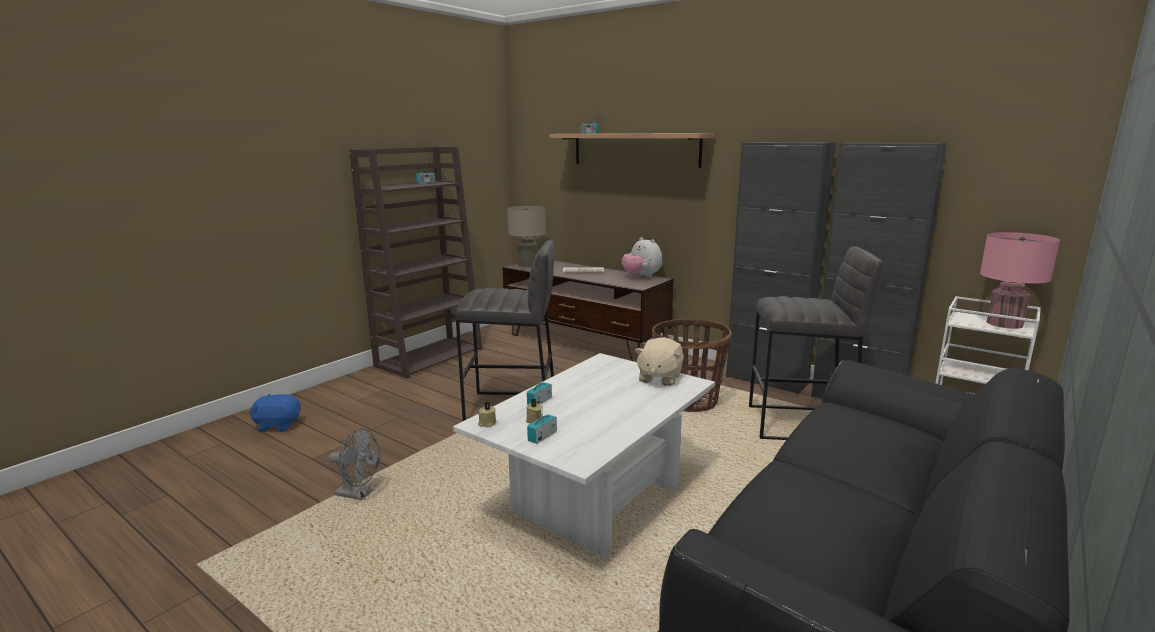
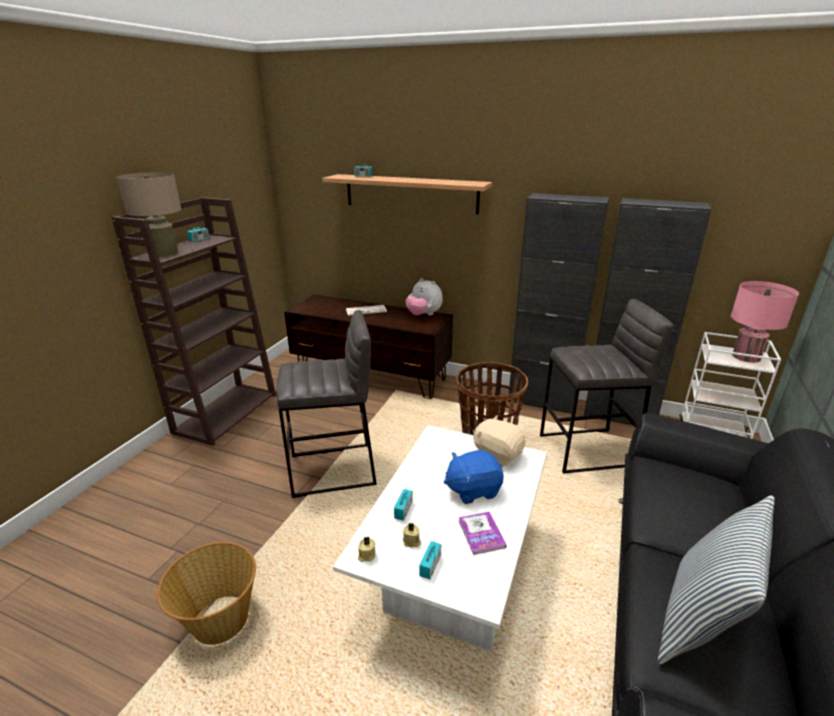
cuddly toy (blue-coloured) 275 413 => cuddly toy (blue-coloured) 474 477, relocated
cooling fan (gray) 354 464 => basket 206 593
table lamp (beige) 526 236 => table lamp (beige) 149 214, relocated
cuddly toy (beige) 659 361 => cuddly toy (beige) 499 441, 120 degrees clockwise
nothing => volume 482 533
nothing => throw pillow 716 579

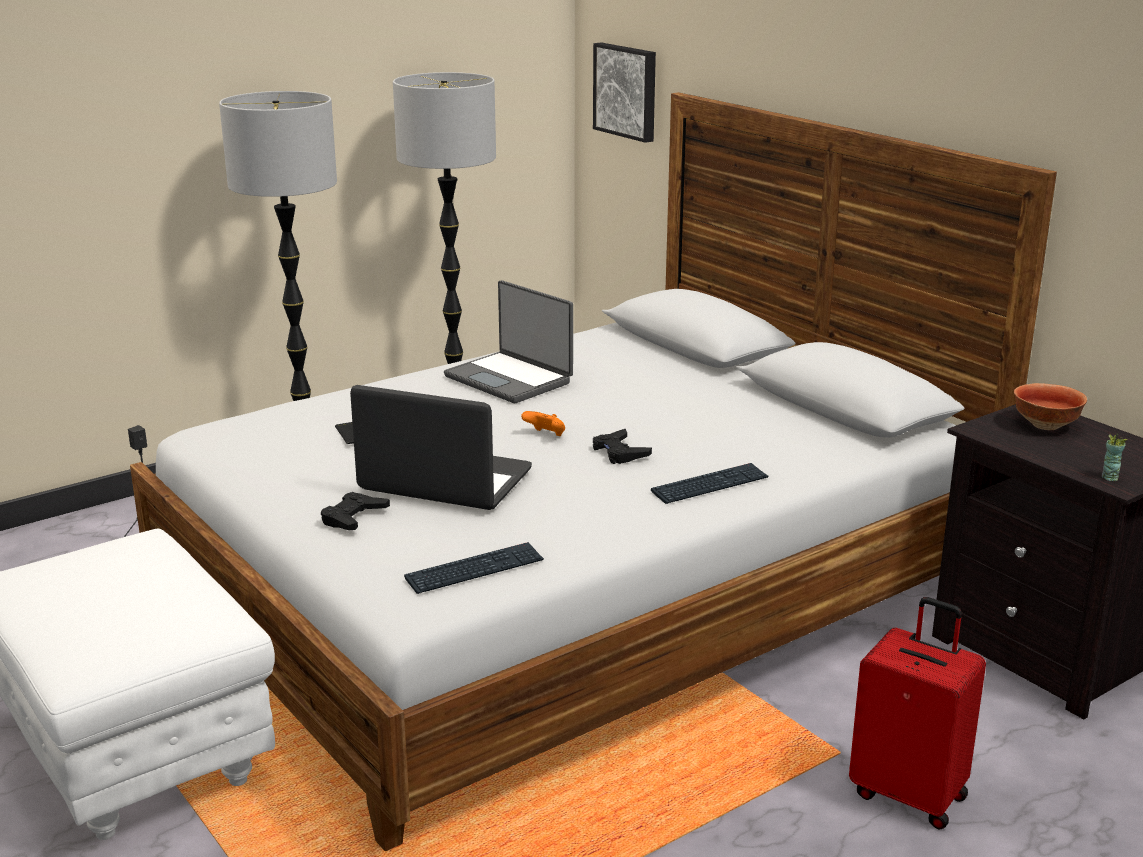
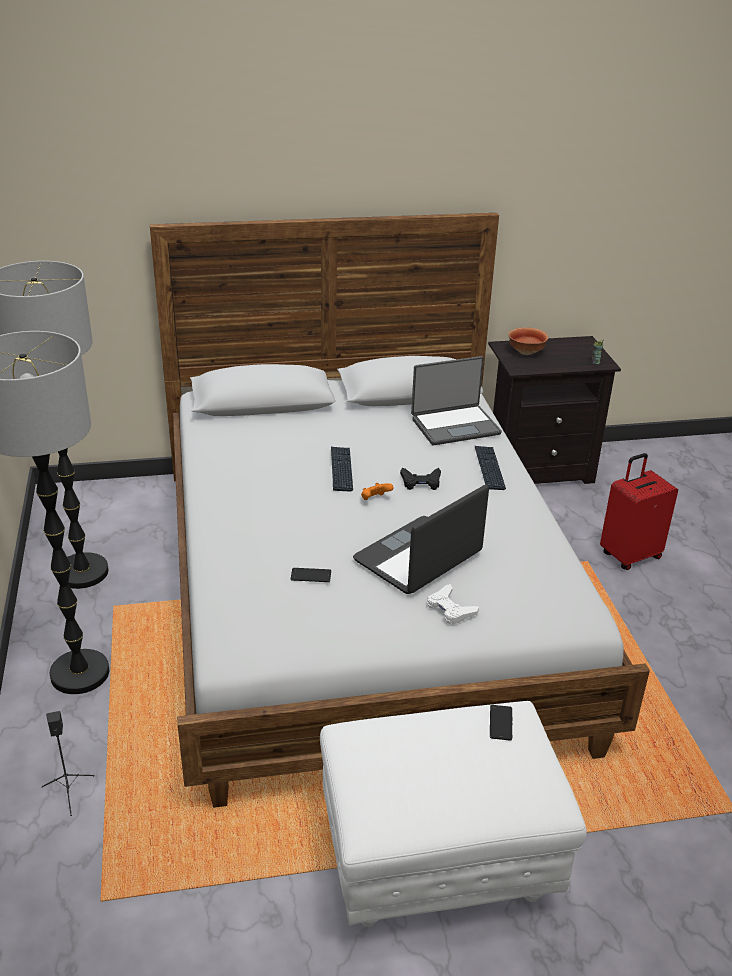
gamepad (black-coloured) 355 511 => gamepad (white-coloured) 453 604
computer keyboard 474 568 => computer keyboard 342 469, relocated
notebook computer 508 341 => notebook computer 456 400, relocated
wall art 624 92 => nothing
nothing => handset 501 723

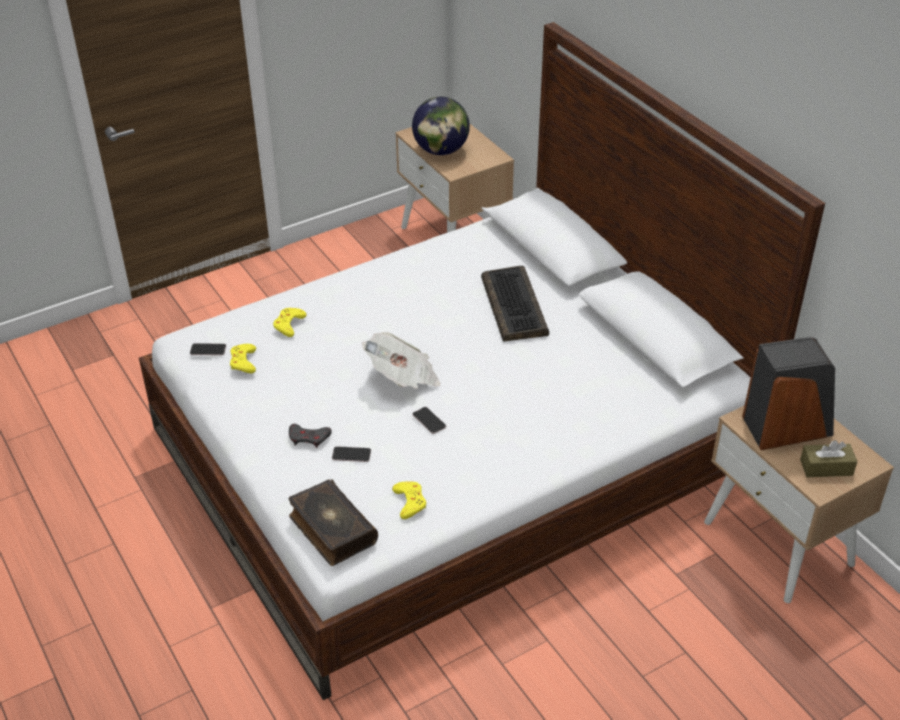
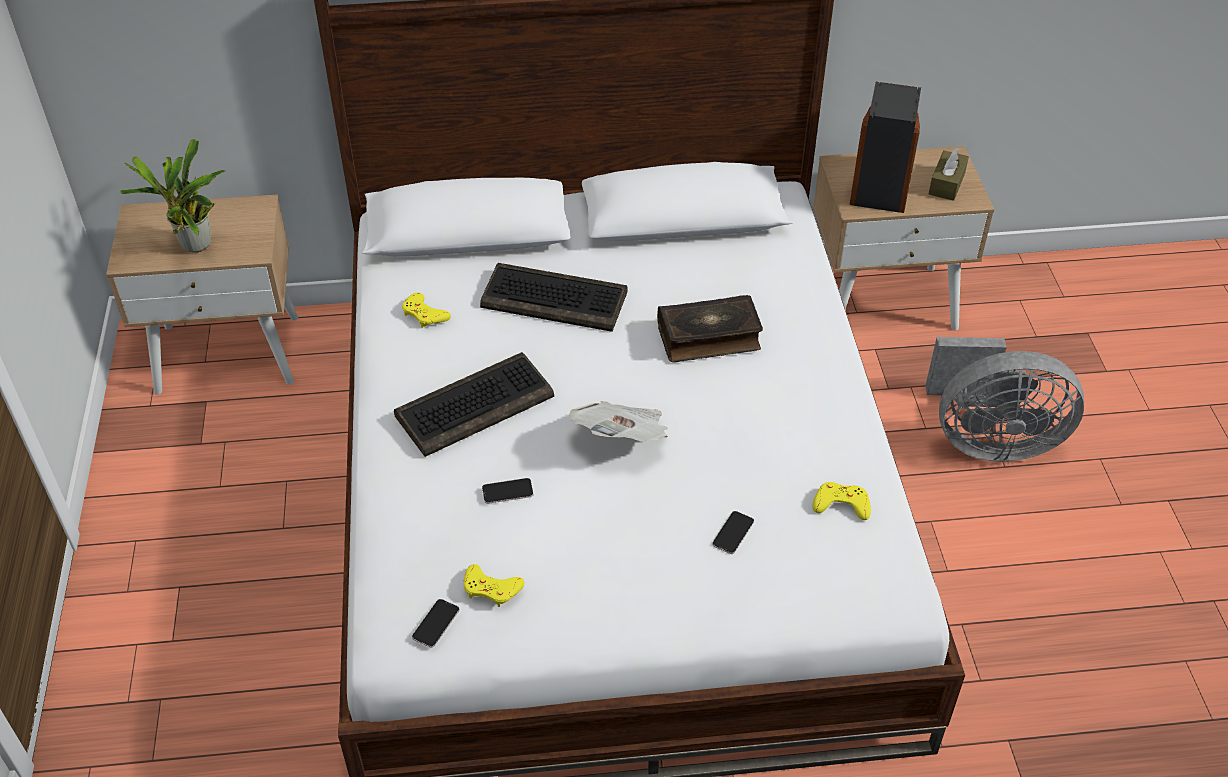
gamepad (yellowish) 290 322 => gamepad (yellowish) 426 310, relocated
volume 333 522 => volume 710 329, relocated
gamepad (gray) 310 436 => nothing
desk globe 441 126 => plant in a pot 172 196
handset 429 420 => handset 508 491, relocated
nothing => computer keyboard 474 404
nothing => cooling fan (gray) 1004 399

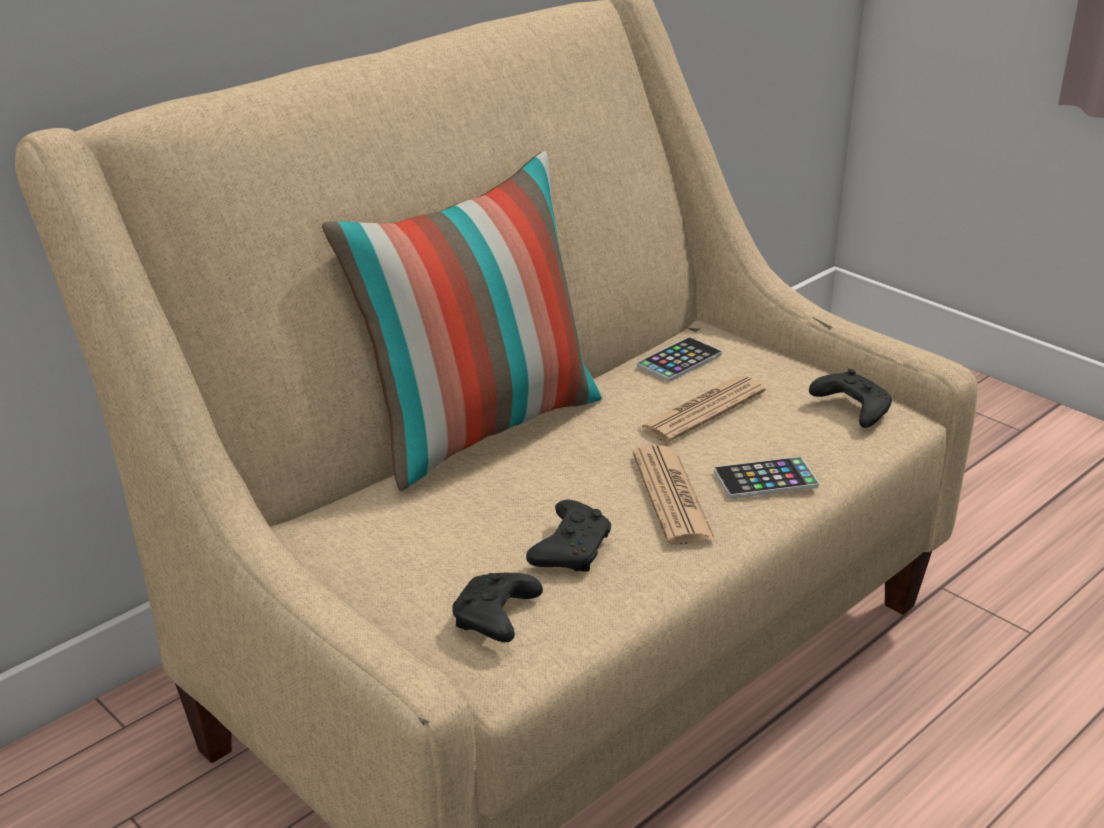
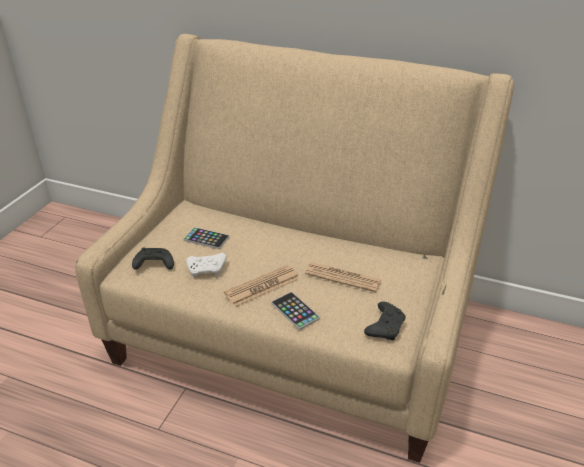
throw pillow 462 321 => nothing
gamepad (black-coloured) 568 536 => gamepad (white-coloured) 206 265
handset 679 359 => handset 206 238, relocated

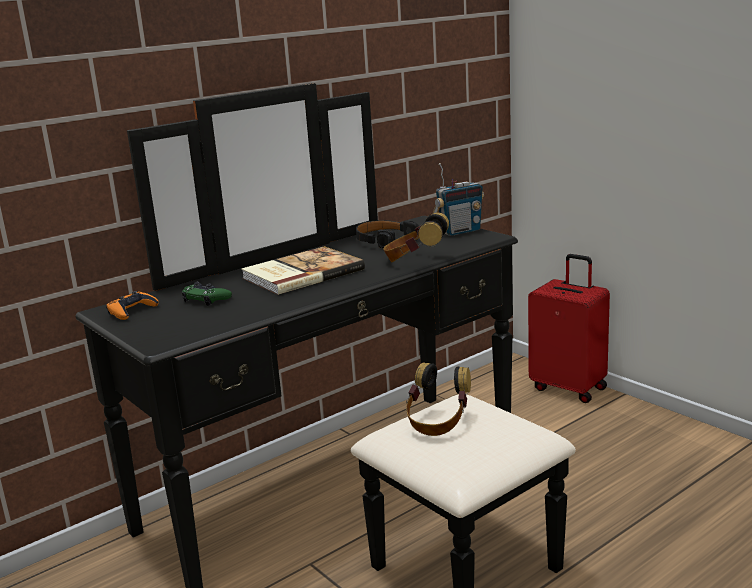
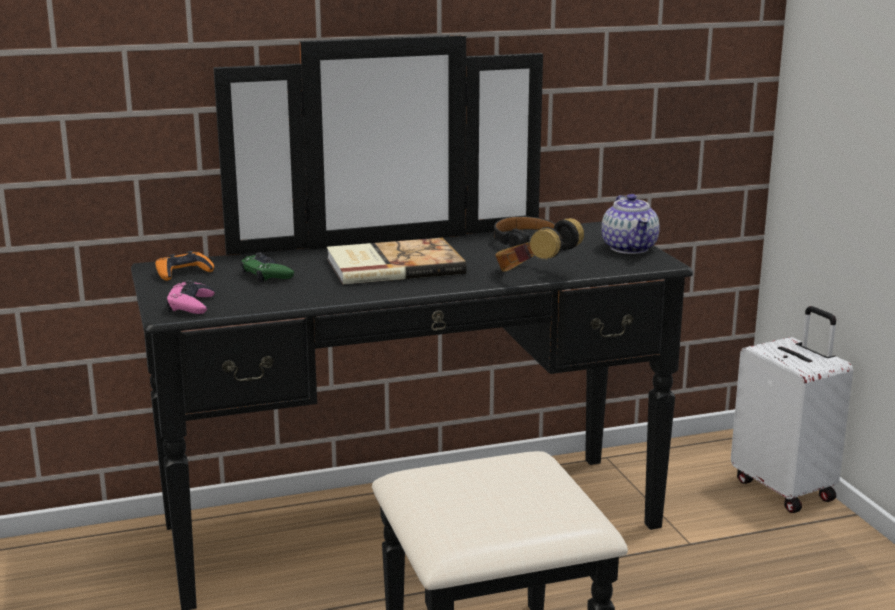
headset 438 399 => nothing
radio set 458 199 => tea pot 631 224
piece of luggage (red-coloured) 569 328 => piece of luggage (white-coloured) 792 409
nothing => gamepad (pinkish) 190 297

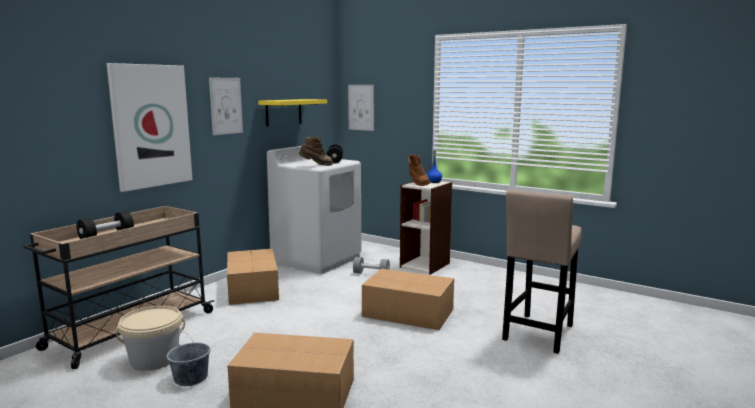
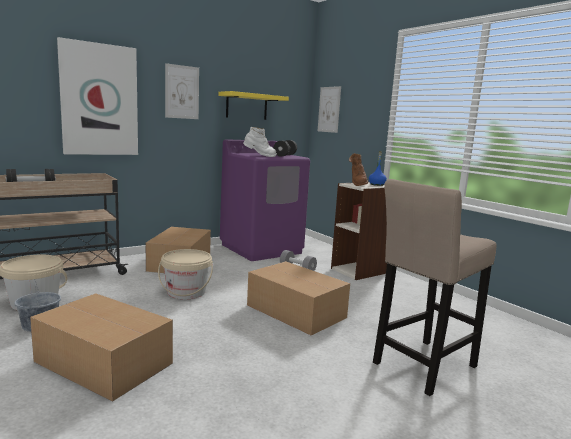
laundry machine (white-coloured) 314 210 => laundry machine (purplish) 265 200
boot (brown) 316 151 => boot (white-coloured) 260 141
nothing => water bucket (beige) 185 274

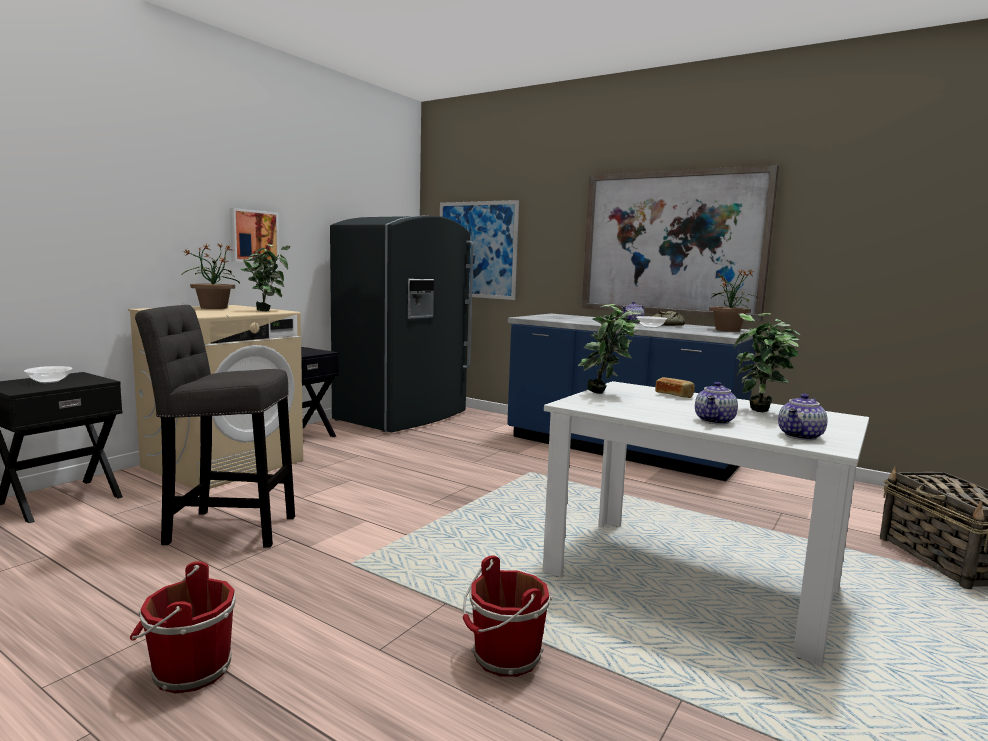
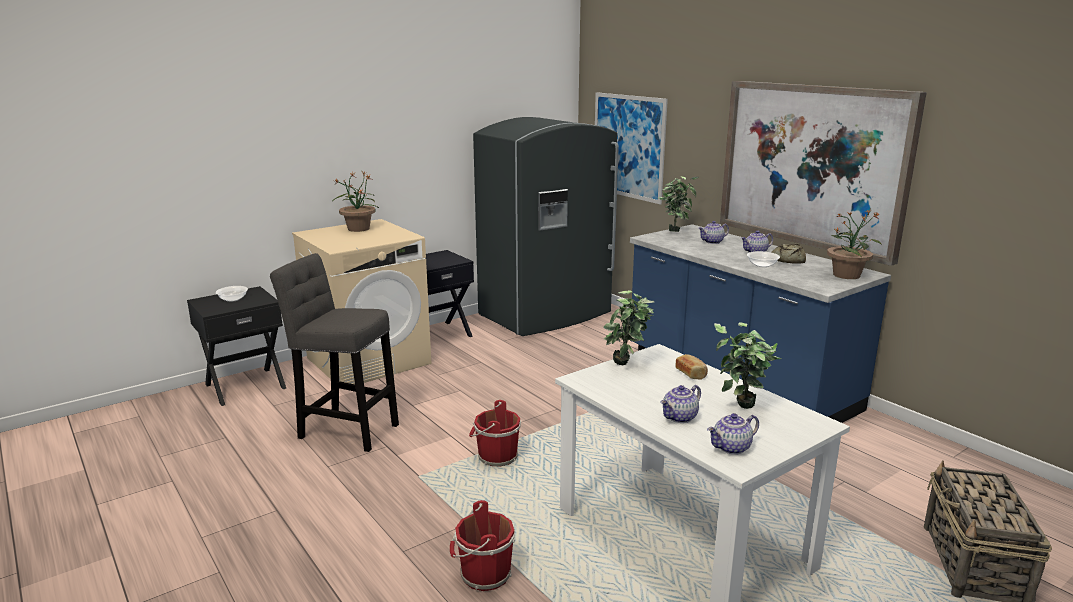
water bucket (red-coloured) 183 627 => water bucket (red-coloured) 495 433, relocated
wall art 255 235 => nothing
plant in a pot 265 277 => plant in a pot 679 204, relocated
nothing => tea pot 713 232

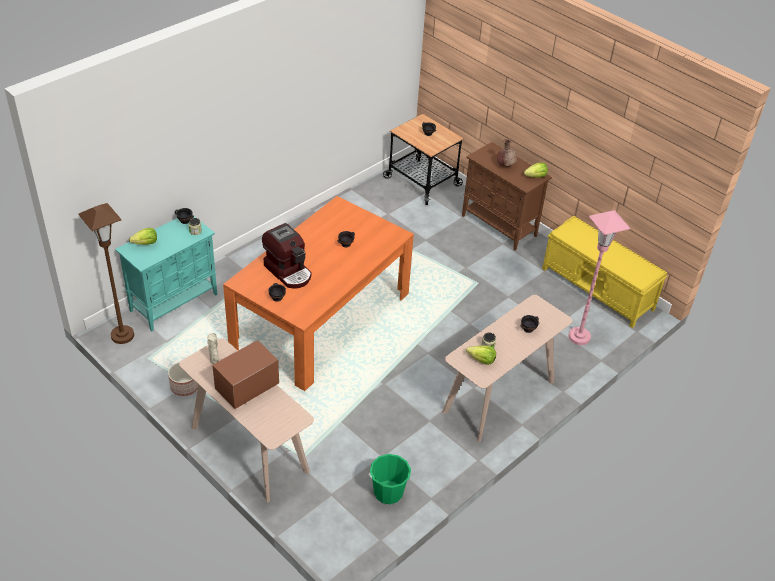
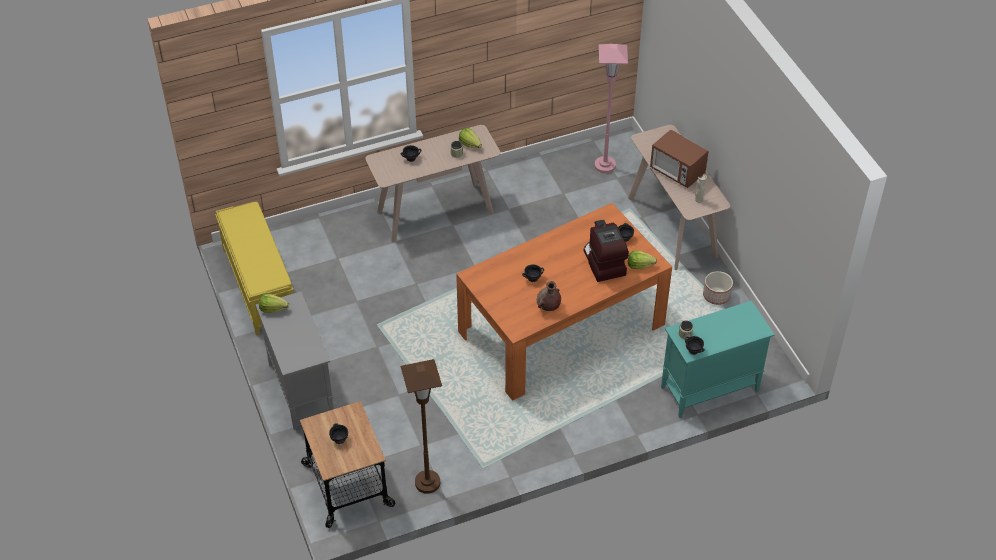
standard lamp (brown) 106 273 => standard lamp (brown) 421 426, relocated
lettuce 143 236 => lettuce 642 259, relocated
microwave oven 245 374 => microwave oven 679 158, 60 degrees clockwise
water bucket (green) 390 479 => nothing
cupboard (brown) 507 196 => cupboard (gray) 295 361
flower vase (brown) 507 153 => flower vase (brown) 549 296, relocated
standard lamp (pinkish) 600 277 => standard lamp (pinkish) 611 108, relocated

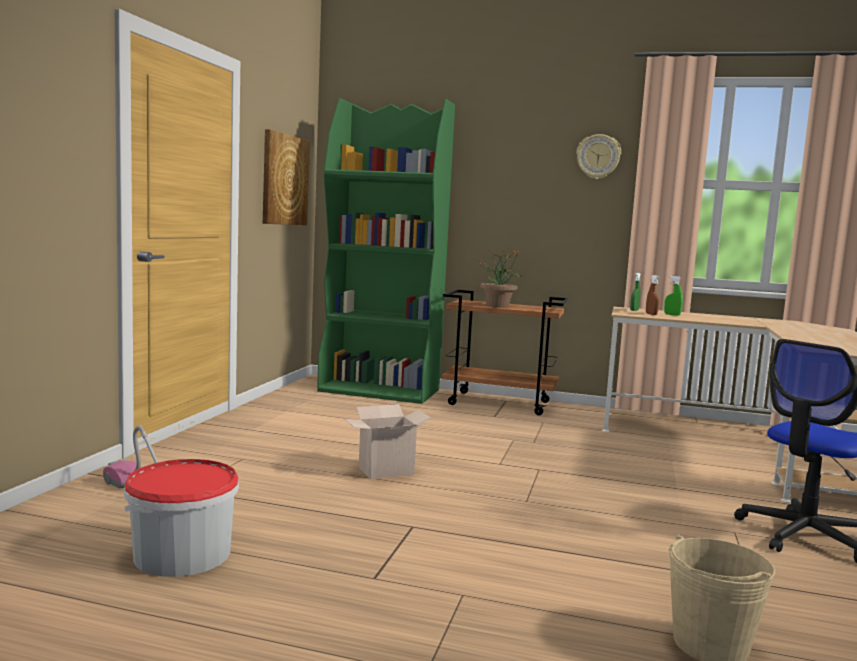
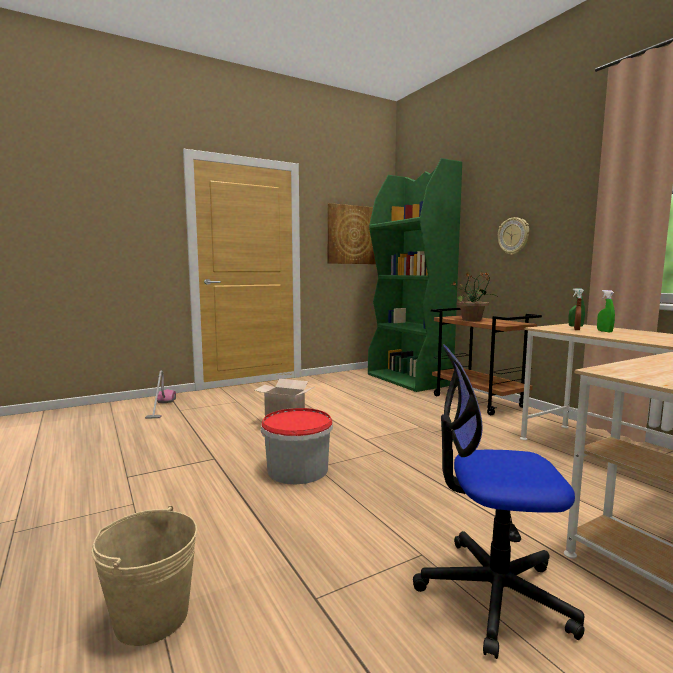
water bucket 181 518 => water bucket 297 446, relocated
wall clock 598 156 => wall clock 513 236, relocated

